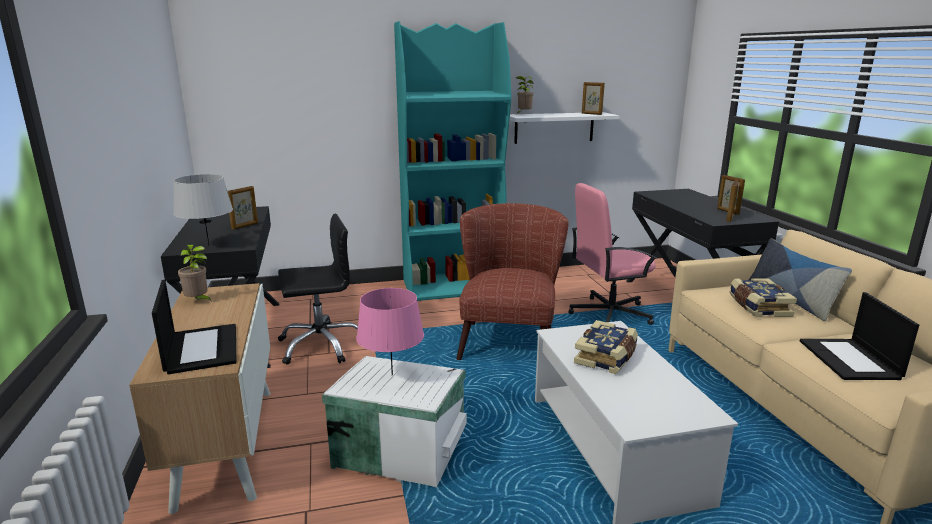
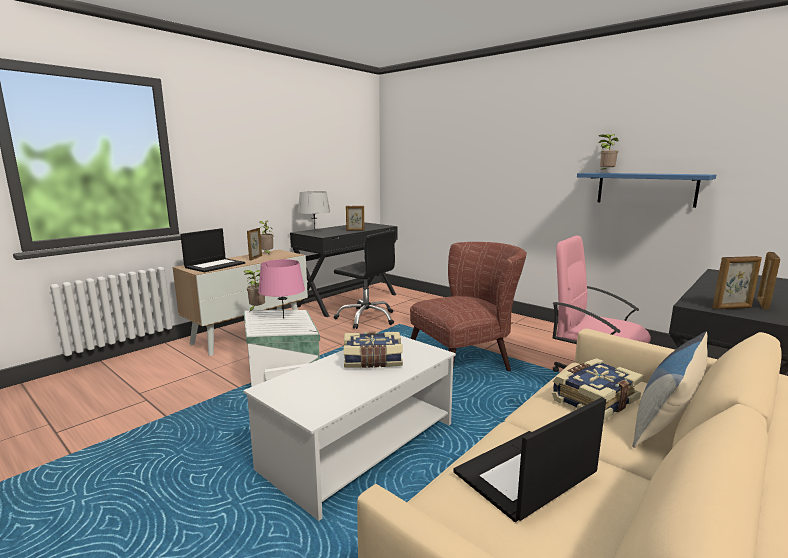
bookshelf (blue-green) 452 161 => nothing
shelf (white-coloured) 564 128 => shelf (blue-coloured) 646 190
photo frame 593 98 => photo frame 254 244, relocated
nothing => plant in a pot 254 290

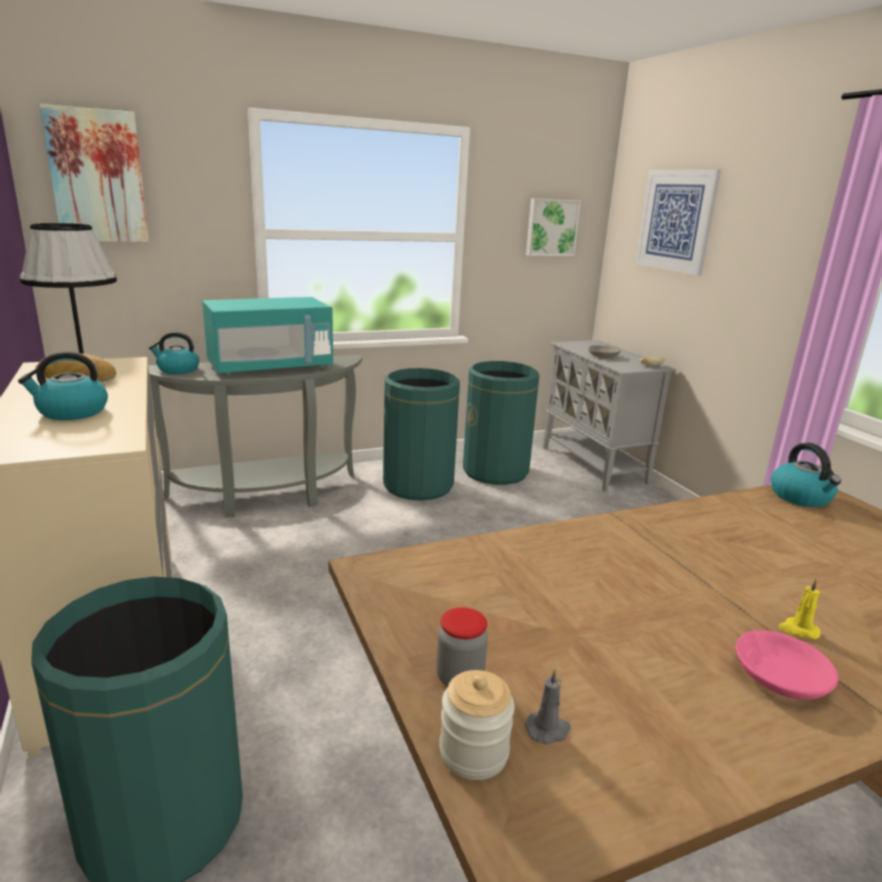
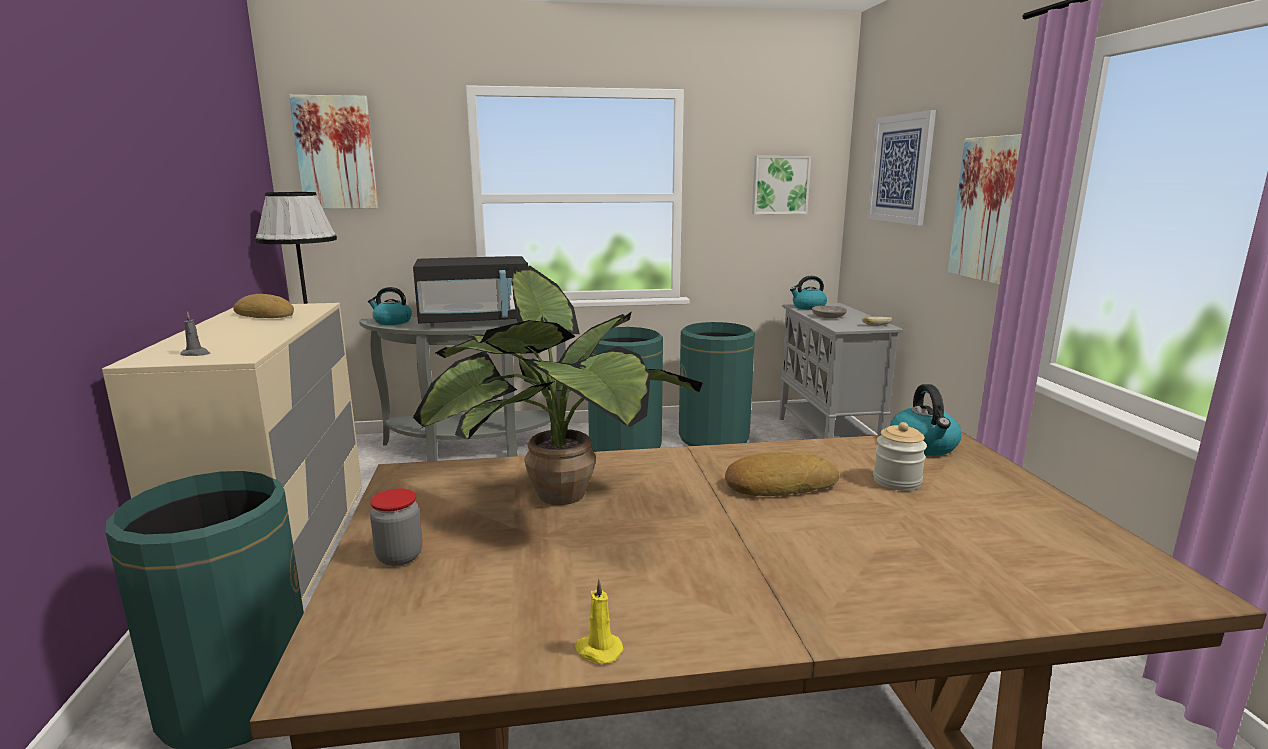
water kettle 63 385 => water kettle 808 293, relocated
microwave oven (blue-green) 267 336 => microwave oven (black-coloured) 470 291
jar 477 725 => jar 900 456, relocated
wax candle (gray) 548 706 => wax candle (gray) 195 333, relocated
deep dish (pinkish) 787 665 => nothing
wax candle (yellowish) 800 609 => wax candle (yellowish) 599 621, relocated
nothing => plant in a pot 558 384
nothing => bakery bread 782 473
nothing => wall art 985 209

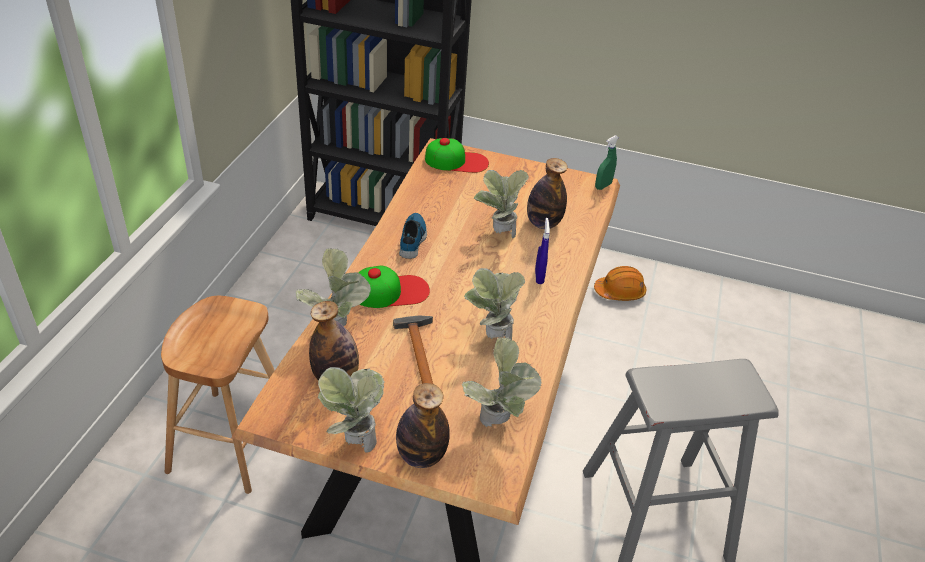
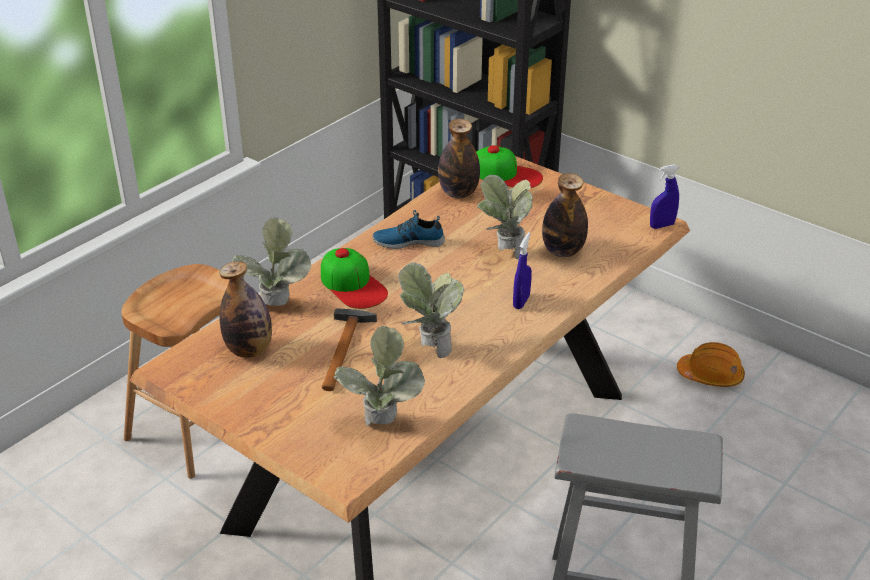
plant in a pot 351 410 => nothing
baseball cap 394 286 => baseball cap 354 278, 45 degrees clockwise
bottle 423 425 => bottle 459 158, relocated
low shoe 413 236 => low shoe 409 229, 120 degrees counterclockwise
sprayer (green) 607 162 => sprayer (blue-coloured) 664 196

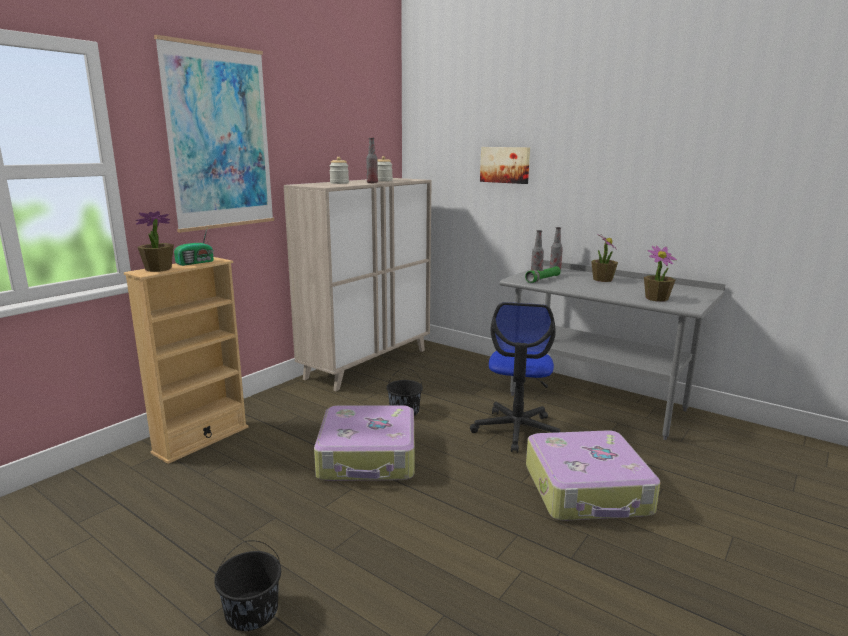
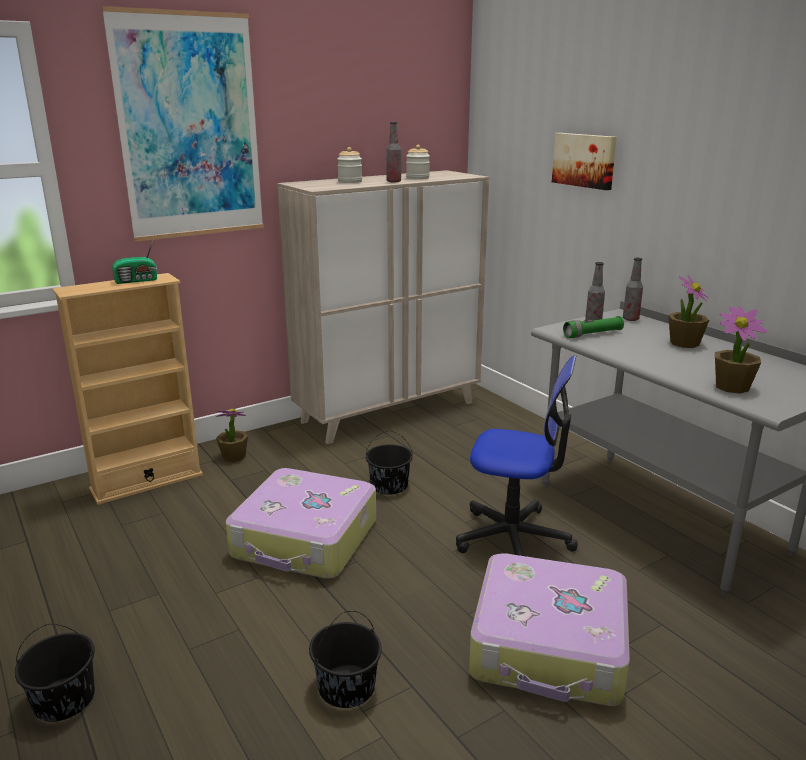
plant in a pot 154 241 => plant in a pot 232 435, relocated
computer chair 515 377 => computer chair 517 455, 105 degrees counterclockwise
nothing => water bucket (black-coloured) 345 659

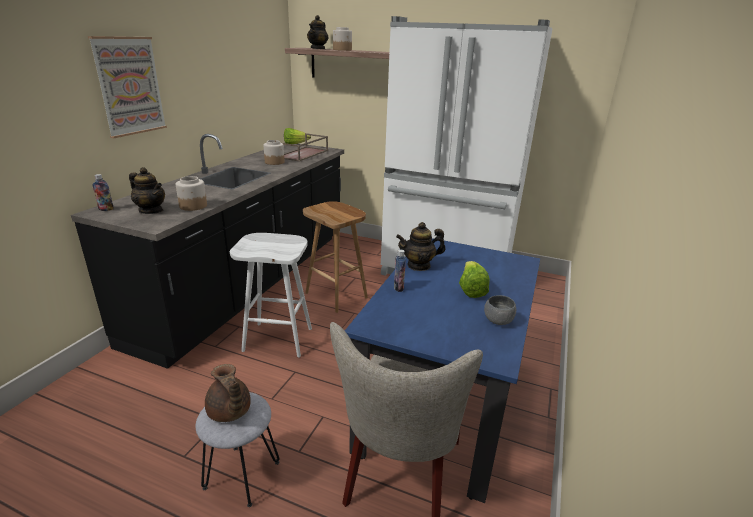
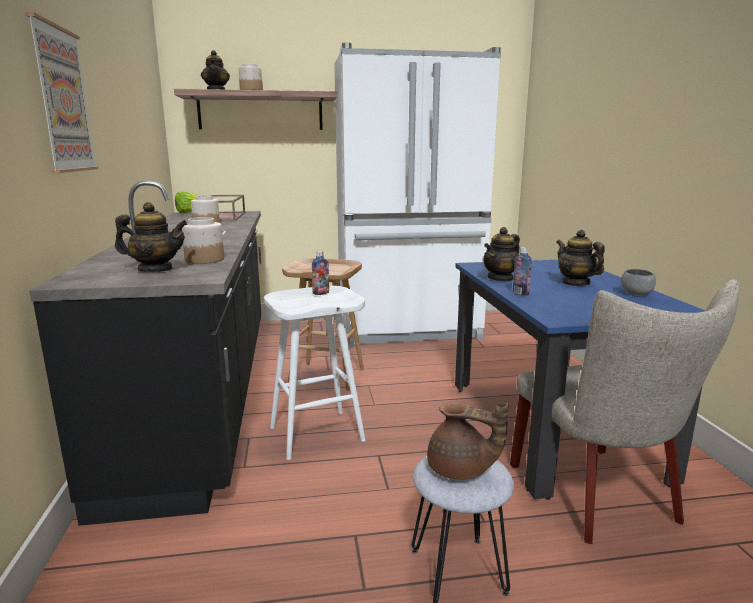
bottle 103 192 => bottle 320 273, relocated
lettuce 474 279 => tea pot 580 258

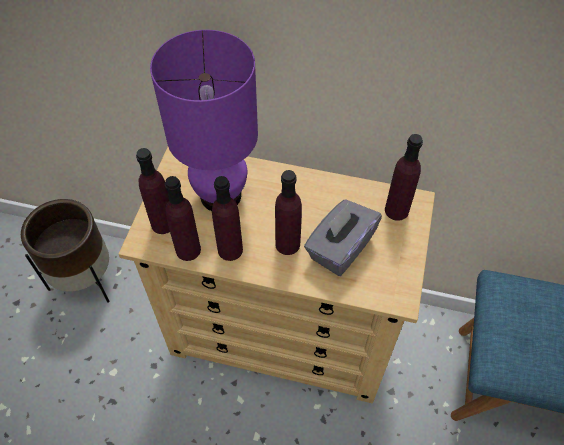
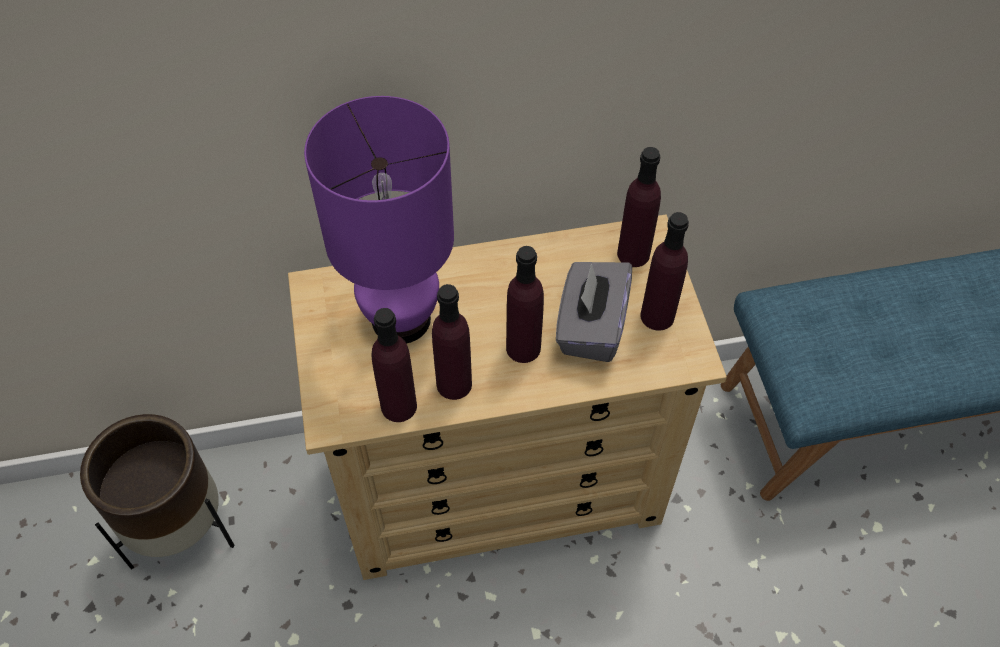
bottle (purplish) 153 191 => bottle (purplish) 664 271, relocated

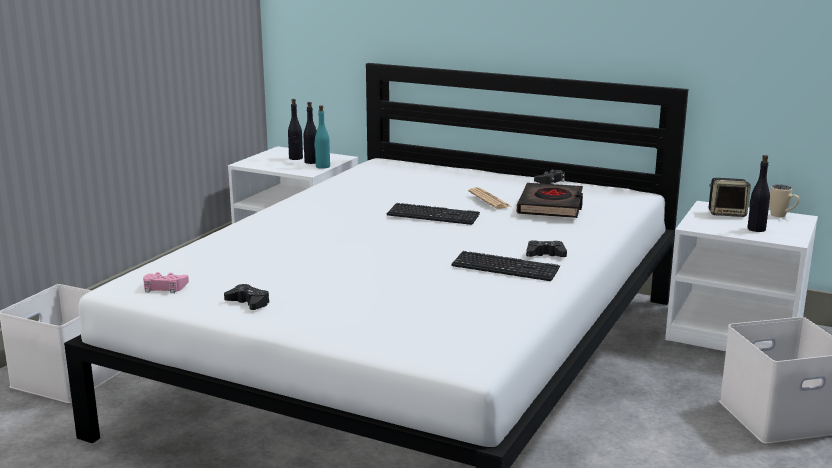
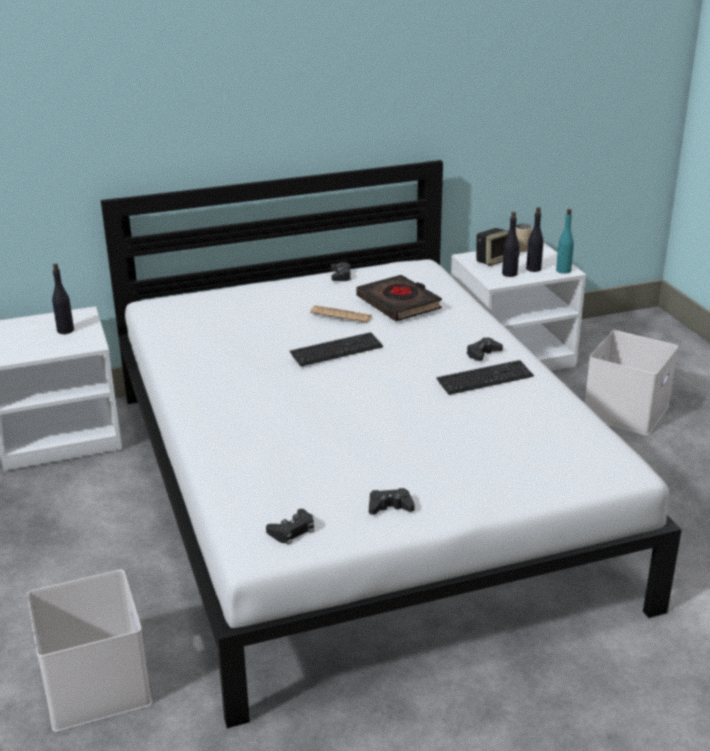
gamepad (pinkish) 166 282 => gamepad (black-coloured) 290 527
bottle (black-coloured) 295 129 => bottle (black-coloured) 511 244, relocated
bottle (blue-green) 322 137 => bottle (blue-green) 565 241, relocated

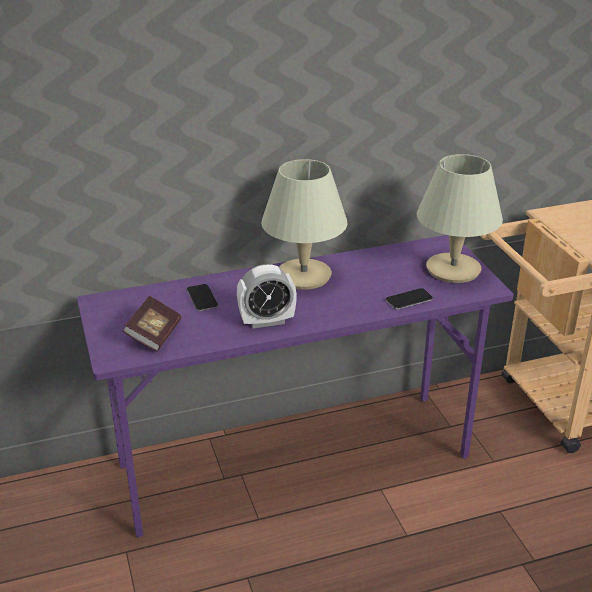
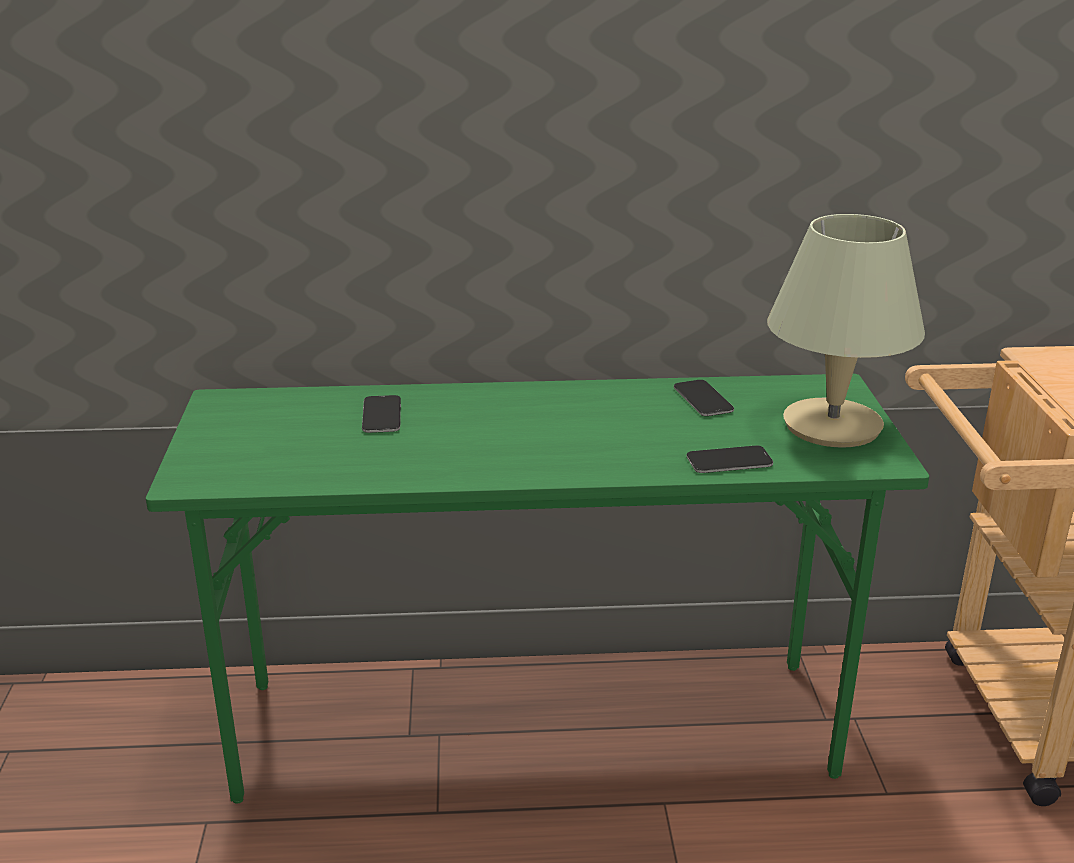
desk unit (purplish) 295 386 => desk unit (green) 537 589
volume 152 323 => nothing
table clock 267 296 => nothing
table lamp (beige) 304 224 => nothing
nothing => handset 704 398

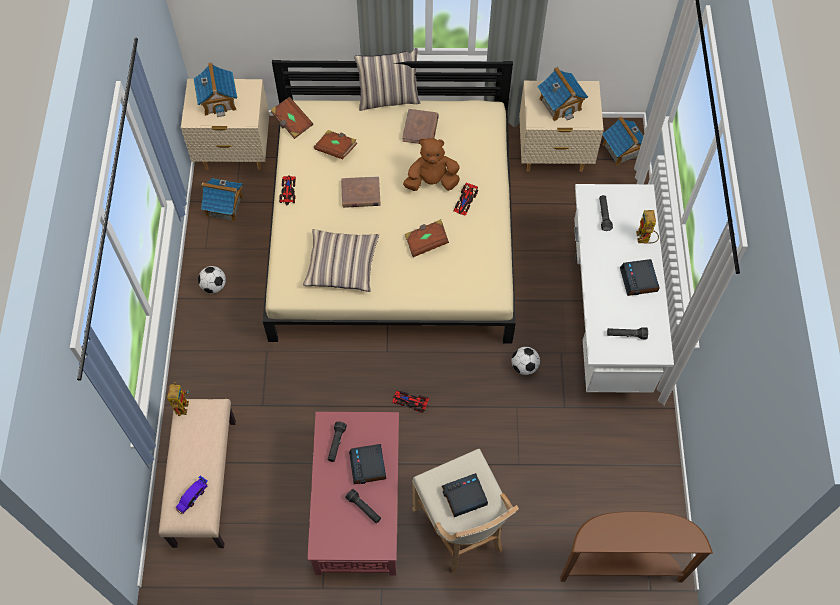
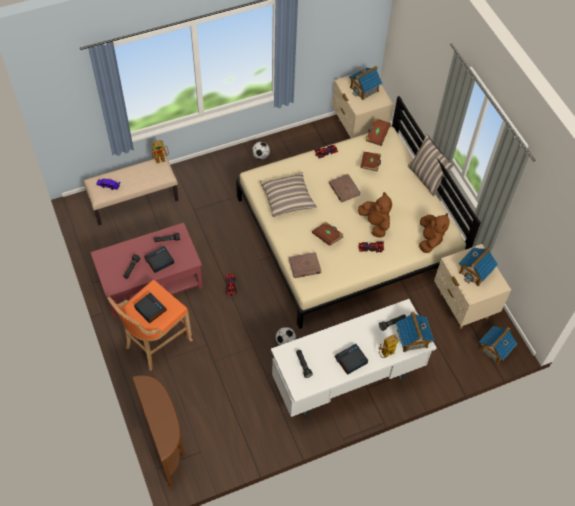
model house 222 200 => model house 415 332, relocated
volume (brown) 420 126 => volume (brown) 305 265, relocated
sitting stool (beige) 465 511 => sitting stool (orangey) 150 325
nothing => cuddly toy (brown) 434 233

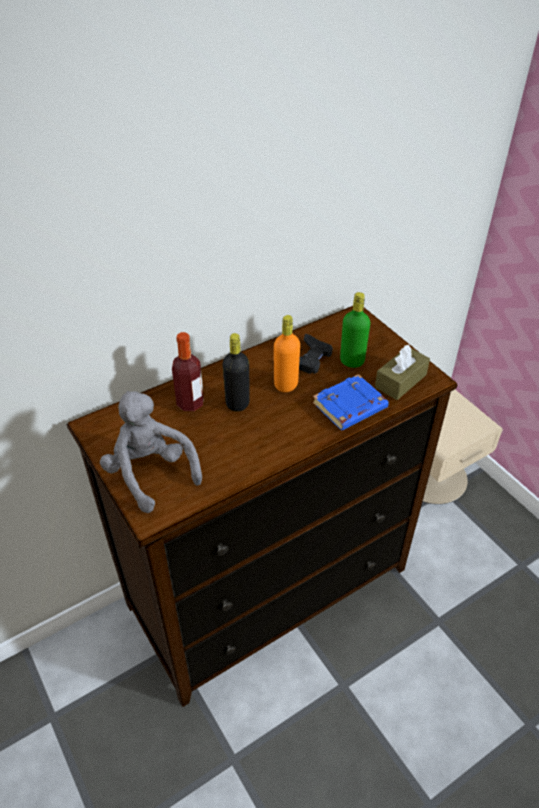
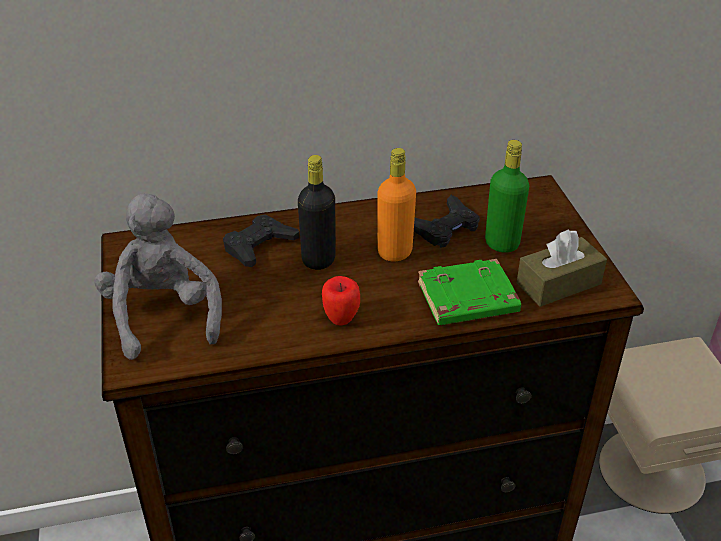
bottle 188 371 => gamepad (black-coloured) 261 240
volume (blue-coloured) 351 402 => volume (green) 469 292
nothing => apple fruit 341 301

